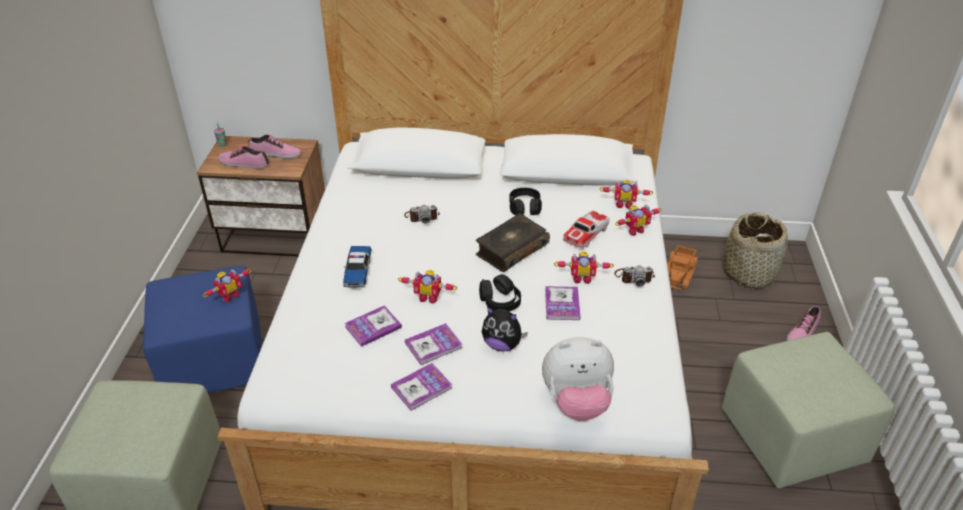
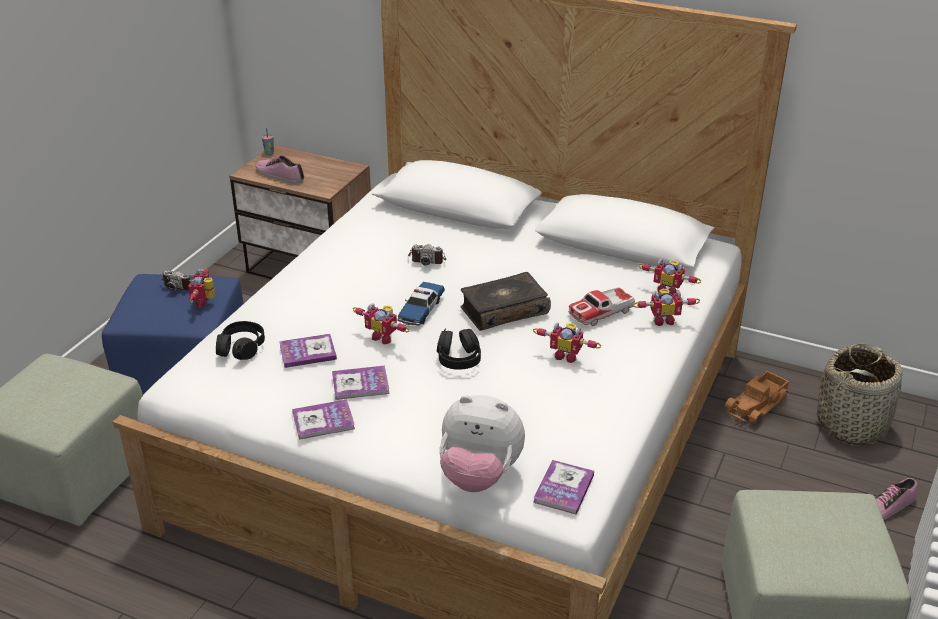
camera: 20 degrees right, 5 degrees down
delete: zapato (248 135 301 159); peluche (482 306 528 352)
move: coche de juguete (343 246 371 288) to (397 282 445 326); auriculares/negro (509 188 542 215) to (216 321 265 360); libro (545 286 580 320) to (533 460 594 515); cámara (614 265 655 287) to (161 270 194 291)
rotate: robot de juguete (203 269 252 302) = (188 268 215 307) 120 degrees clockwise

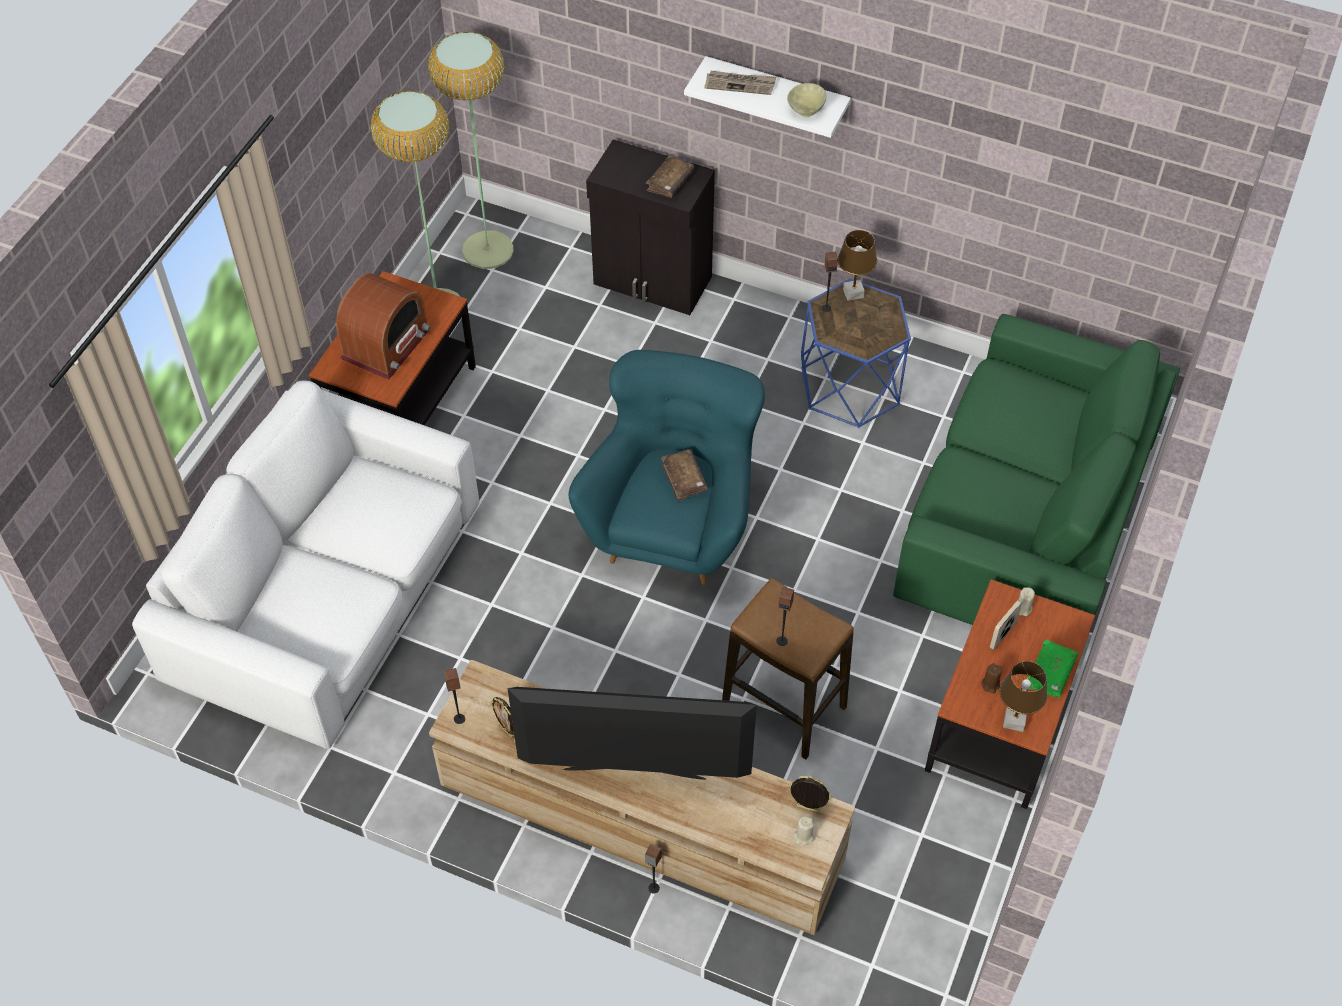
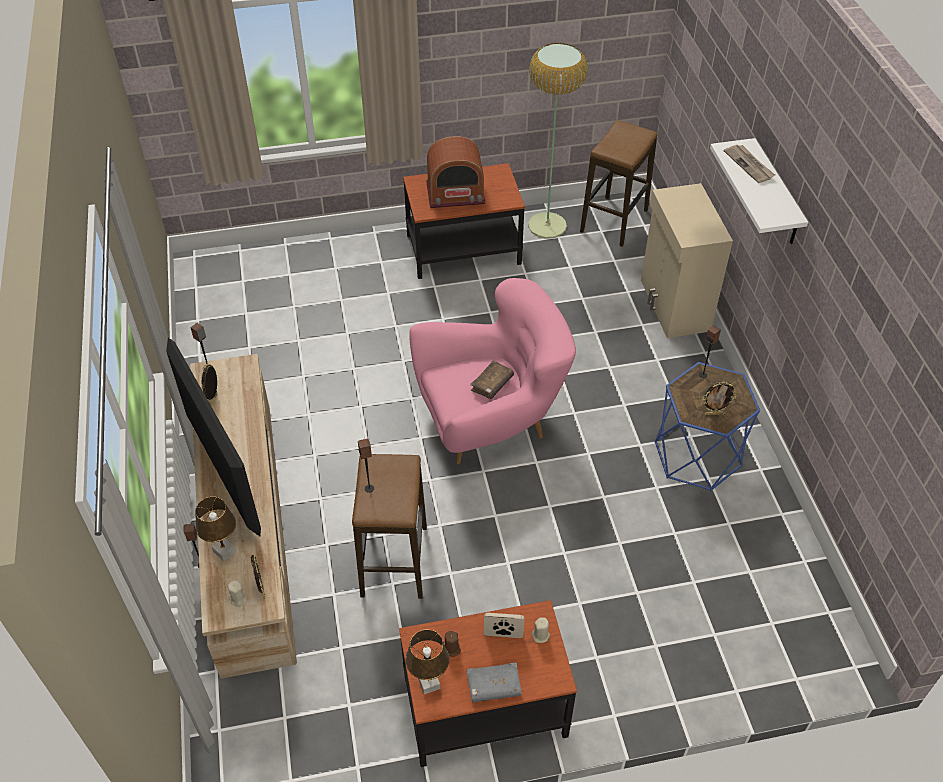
camera: 55 degrees right, 5 degrees down
delete: sofá/blanco (132 381 479 749); libro/marrón (646 155 695 198); cuenco/beis (787 83 827 117); sofá/verde (893 314 1180 625)
insert: portarretratos (703 381 736 415)
move: lámpara de mesa/marrón (838 230 877 301) to (195 497 236 561)
replace: lámpara de pie (428 31 514 269) to taburete (580 120 657 247)
recolor: sillón/turquesa (569 350 765 585) to sillón/rosa (409 278 576 464); armario/negro (586 139 715 315) to armario/beis (641 183 733 338); libro/verde (1027 640 1078 698) to libro/gris (467 662 521 702)

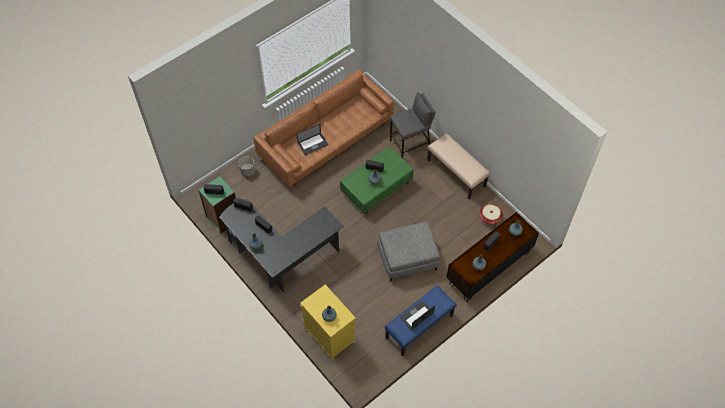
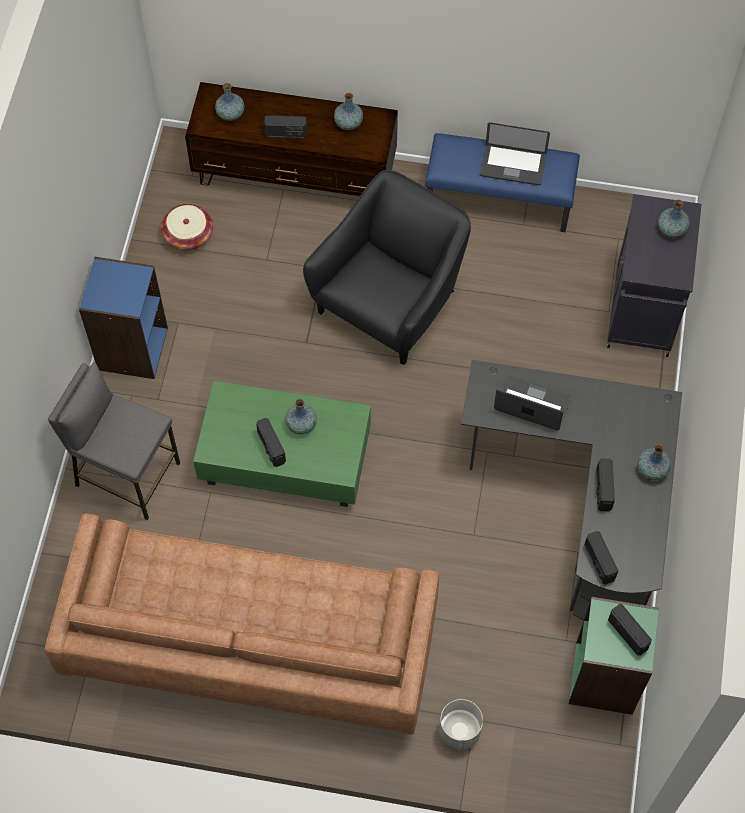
camera: 130 degrees left, 5 degrees up
move: portátil (297 124 328 155) to (494 375 571 431)
replace: puf/gris (377 222 440 282) to sillón/negro (303 170 471 365); banco/beis (427 133 490 199) to estantería/azul (79 257 168 379)
recolor: armario/amarillo (300 285 356 361) to armario/negro (607 194 702 357)

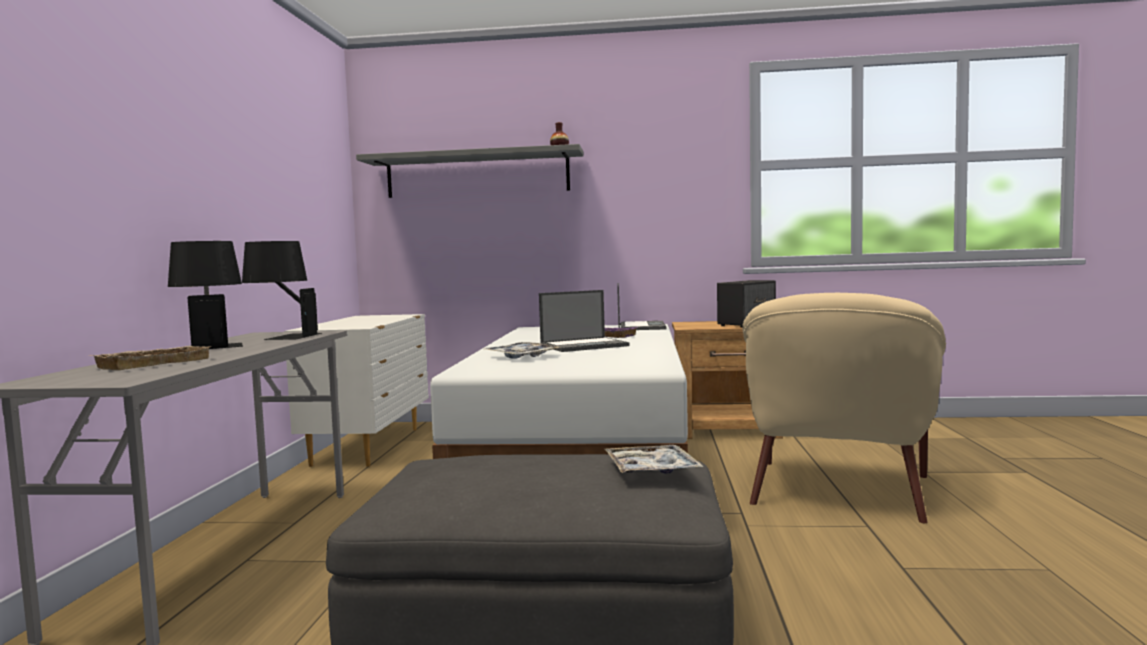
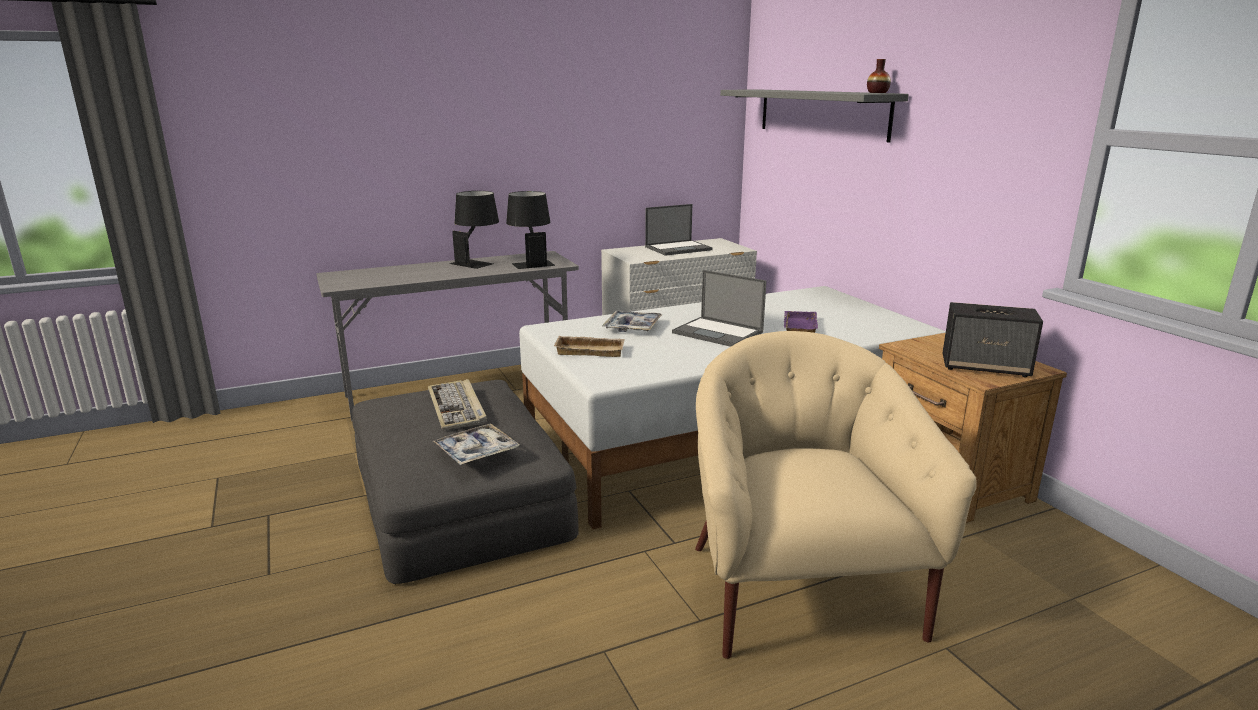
camera: 60 degrees right, 15 degrees up
insert: teclado (428 379 487 430)
move: bandeja/beis (90 346 209 370) to (554 336 625 357); portátil (617 283 666 330) to (645 204 712 256)
rotate: sillón/beis (742 293 946 523) = (695 331 976 659) 90 degrees clockwise

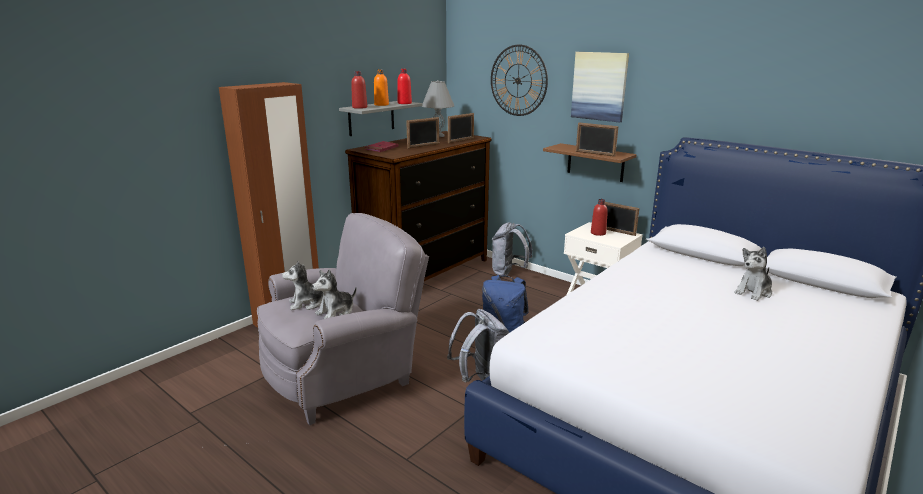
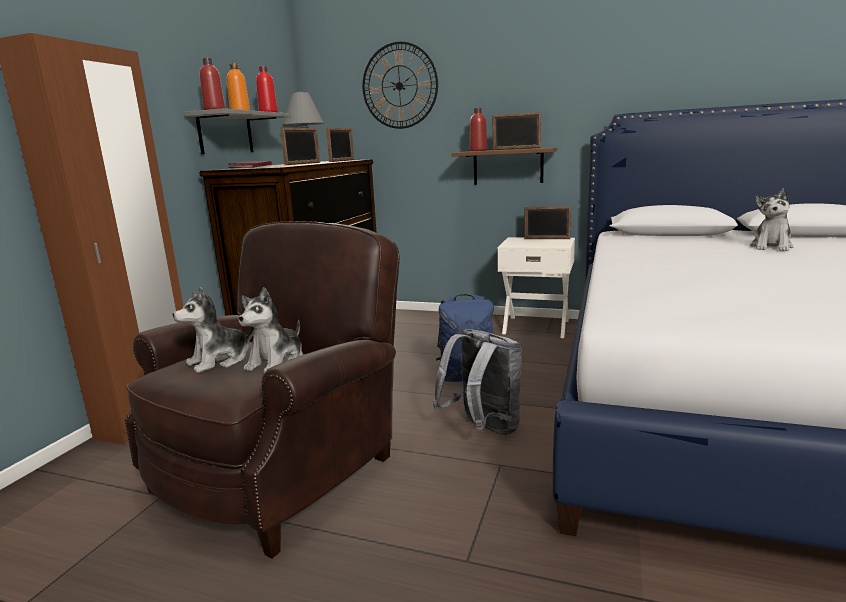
camera: 20 degrees left, 5 degrees down
delete: mochila/gris (492 222 532 277); cuadro (571 52 629 122)
move: botella/rojo (591 199 608 236) to (470 108 487 151)
recolor: sillón/gris (257 213 429 425) to sillón/marrón (125 221 400 559)

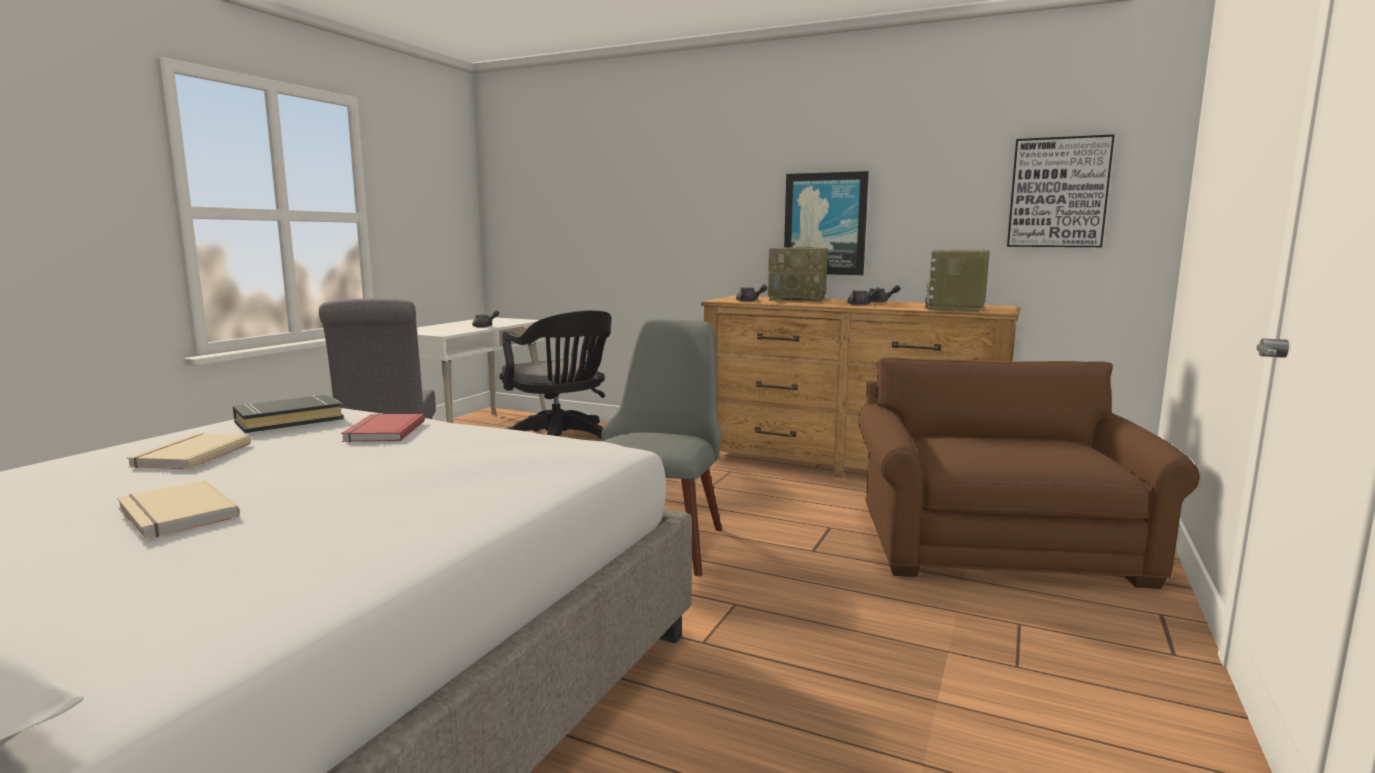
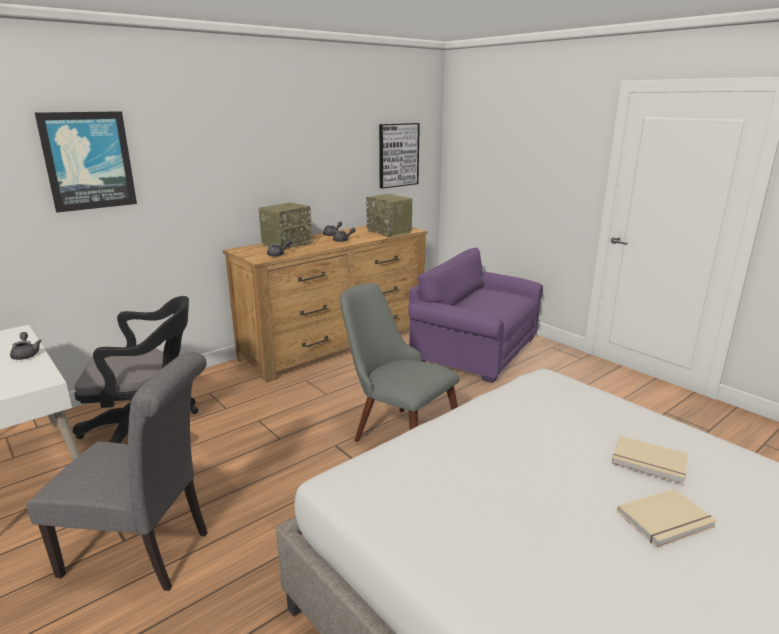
camera: 65 degrees left, 10 degrees up
delete: libro/negro (233 395 344 433); libro/rojo (341 414 425 442)
move: libro/beis (127 433 251 469) to (612 436 688 484); cuadro (784 171 869 275) to (35 111 137 213)
recolor: sillón/marrón (858 357 1200 589) to sillón/morado (408 248 543 383)

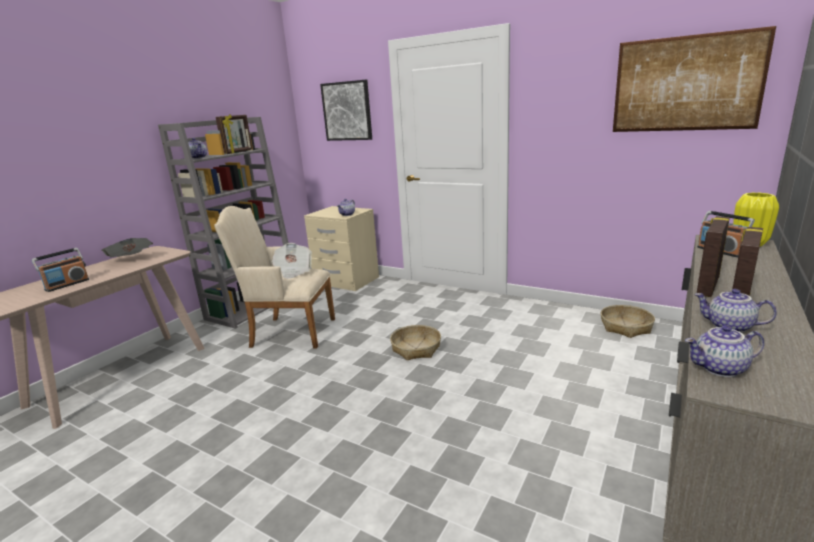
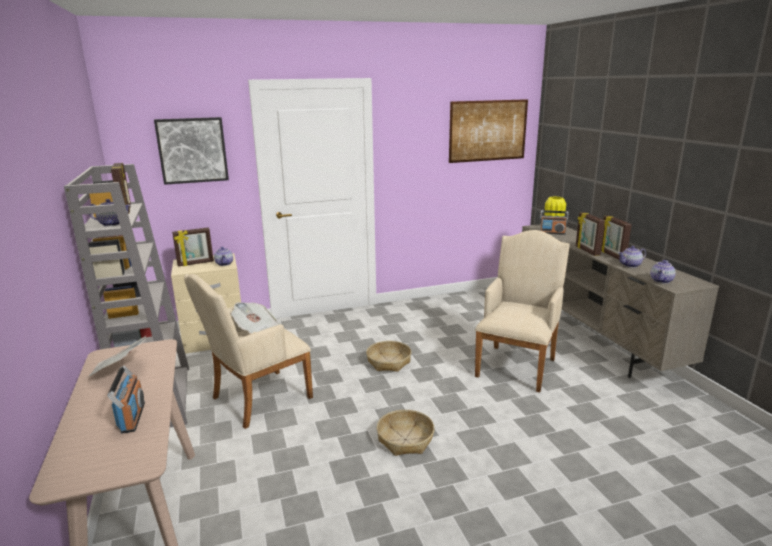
camera: 50 degrees left, 0 degrees up
insert: portarretratos (172 227 214 266); sillón/beis (475 230 570 392)
move: cesta (601 305 655 338) to (377 410 435 456)

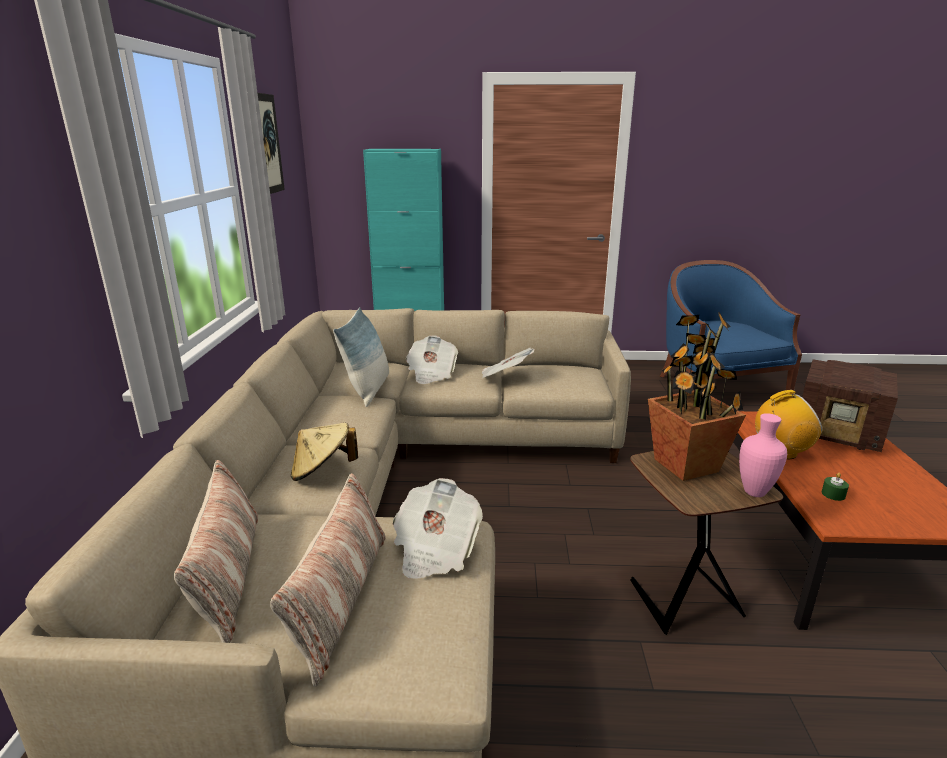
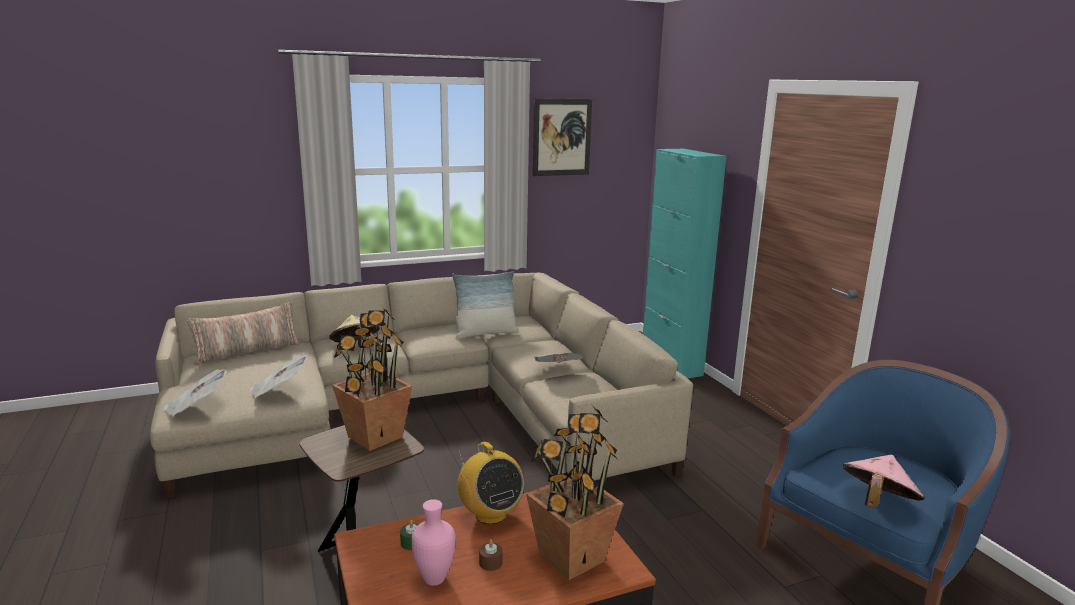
camera: 65 degrees right, 5 degrees down
delete: cojín (270 473 385 686)
insert: vela/marrón (479 539 503 571); sombrero/rosa (843 455 925 508)
move: periódico (406 335 458 384) to (163 369 227 417); florero/rosa (739 413 787 497) to (411 499 455 586)
replace: radio (802 359 898 452) to planta en maceta (526 405 624 580)

